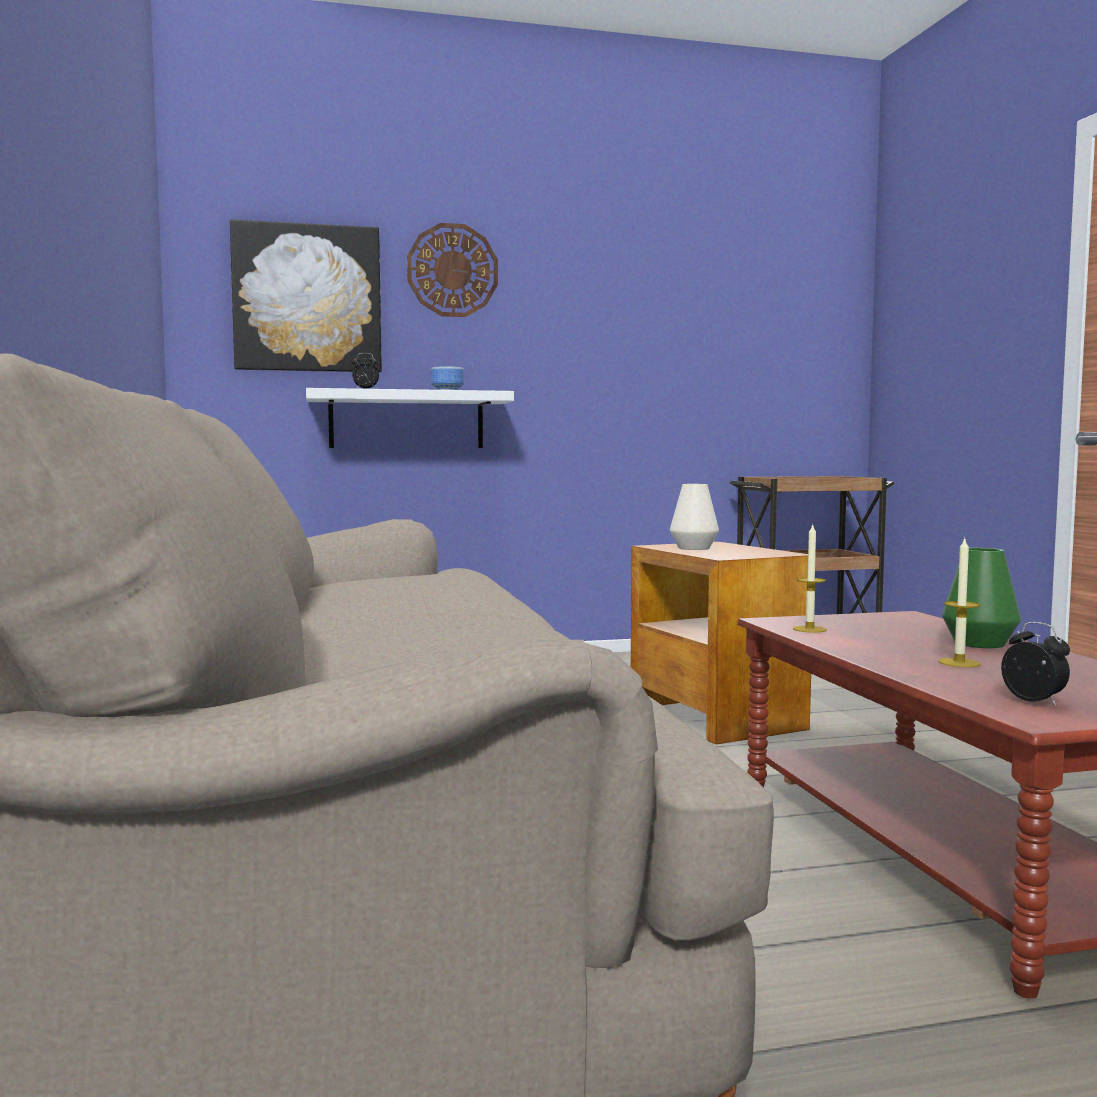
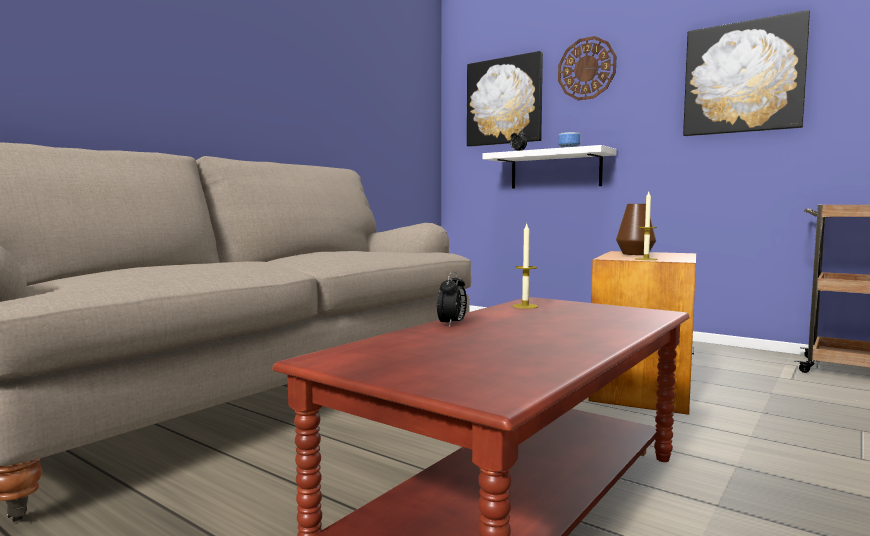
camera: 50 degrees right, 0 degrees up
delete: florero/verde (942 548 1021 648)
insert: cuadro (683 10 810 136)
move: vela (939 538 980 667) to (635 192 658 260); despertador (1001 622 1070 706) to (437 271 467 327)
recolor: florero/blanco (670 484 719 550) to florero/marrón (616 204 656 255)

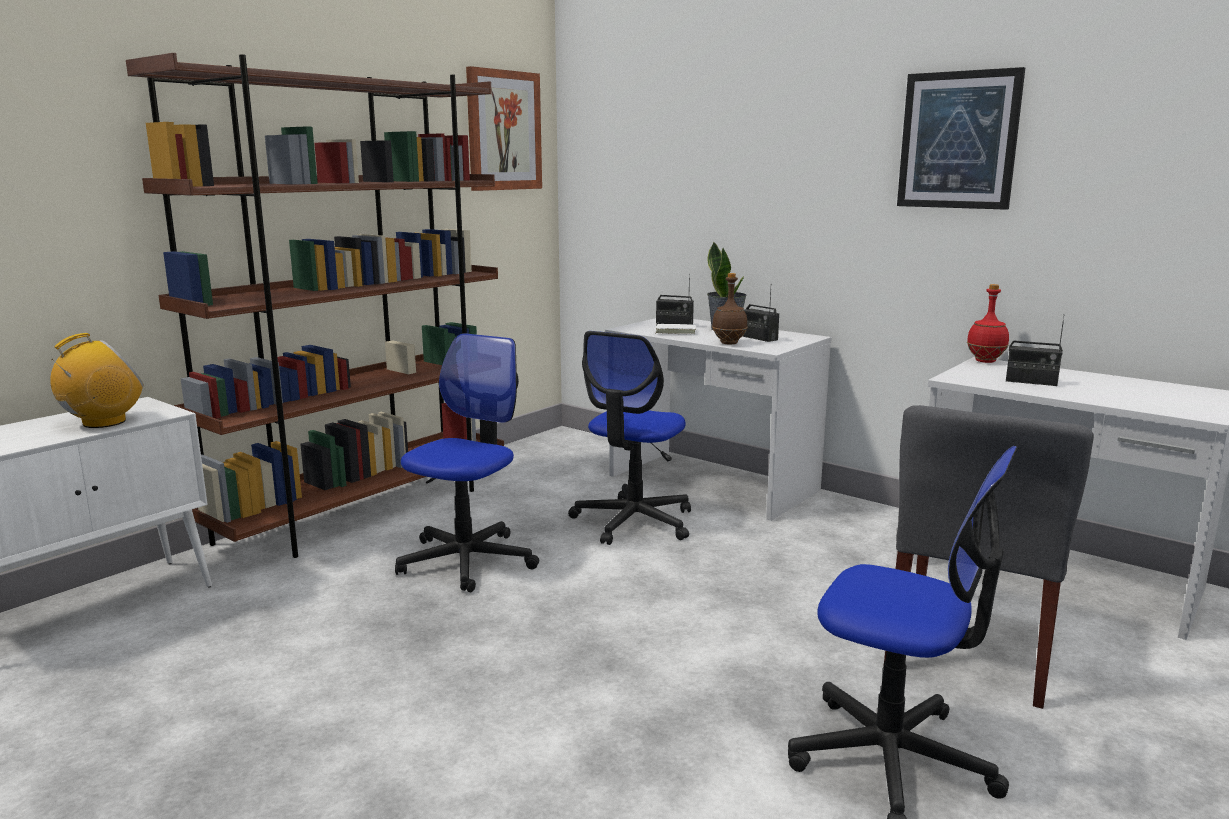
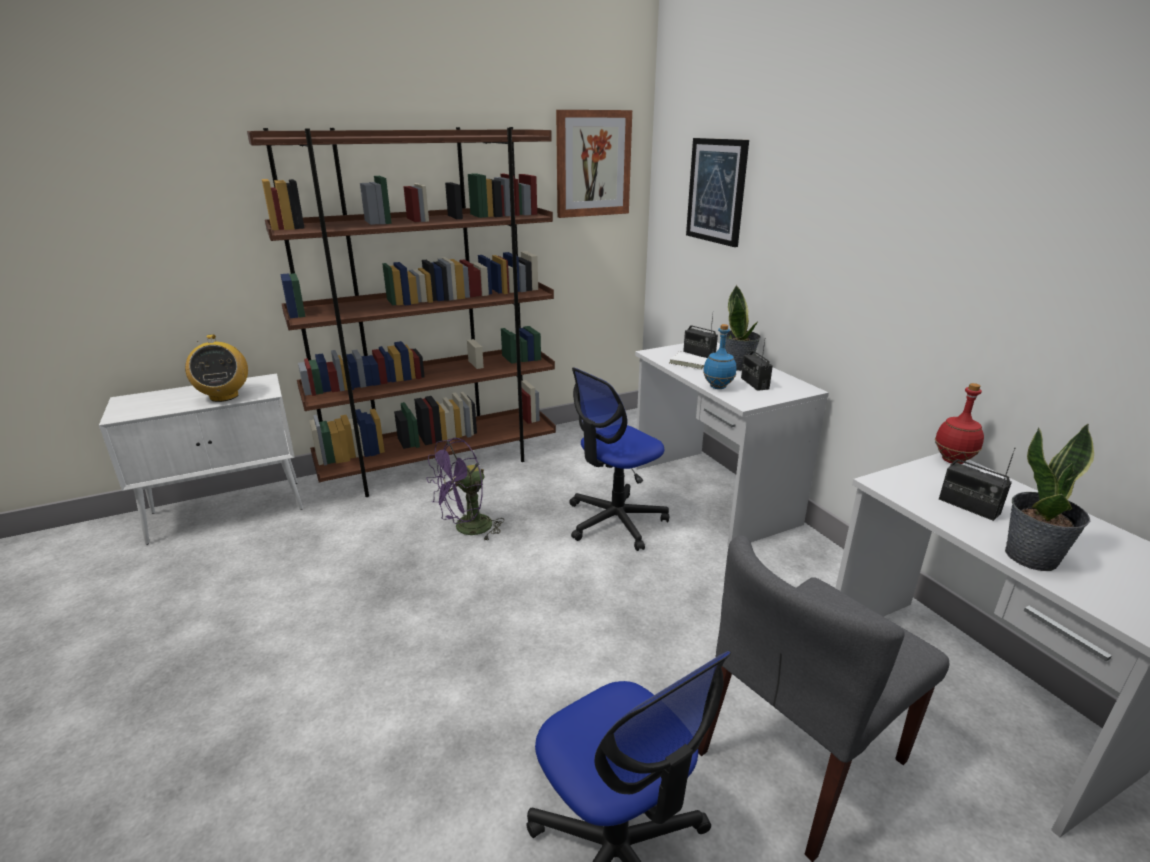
camera: 25 degrees right, 10 degrees up
insert: planta en maceta (1005 424 1094 571)
move: cuadro (897 67 1025 210) to (686 138 749 247)
replace: silla de oficina (395 333 540 592) to ventilador/morado (426 438 504 541)
recolor: botella/marrón (712 273 748 345) to botella/azul (703 324 736 389)
rotate: radio (50 333 144 428) = (185 334 248 402) 90 degrees clockwise

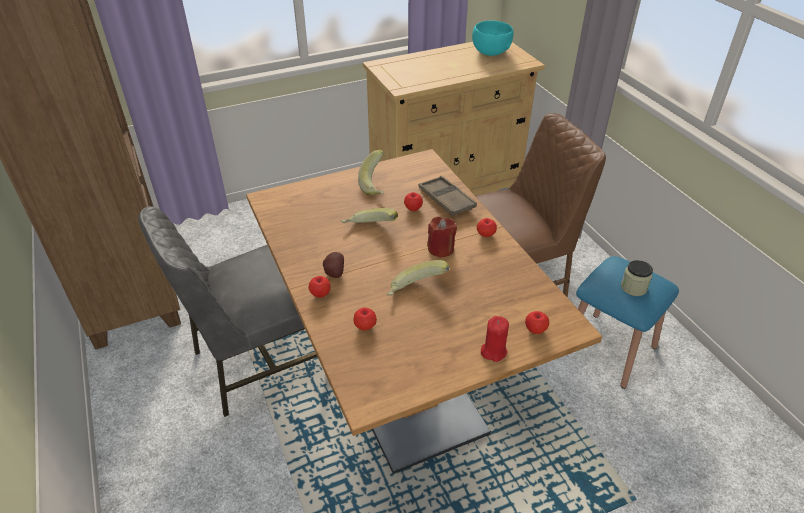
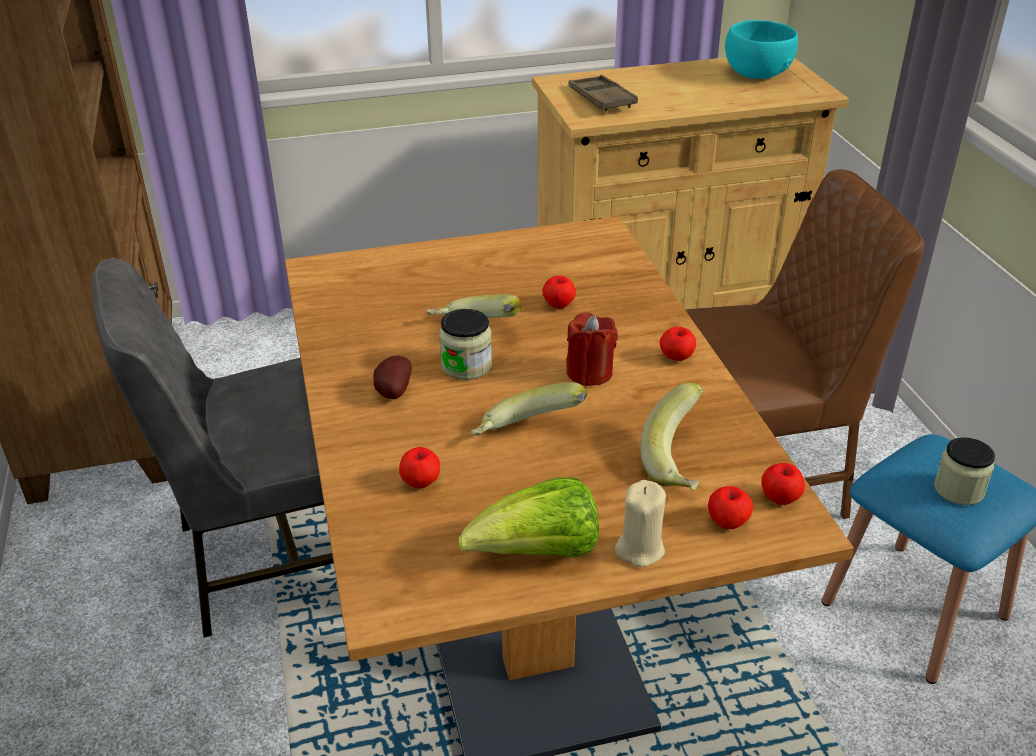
camera: 10 degrees right, 5 degrees down
insert: tarro (439 309 492 380); lechuga (458 477 599 558)
move: manzana (309 276 331 298) to (761 463 805 505); plátano (358 150 384 195) to (640 383 703 491); bandeja/marrón (418 176 477 216) to (569 75 638 112)
recolor: vela/rojo (481 316 509 362) to vela/beis (615 480 666 567)

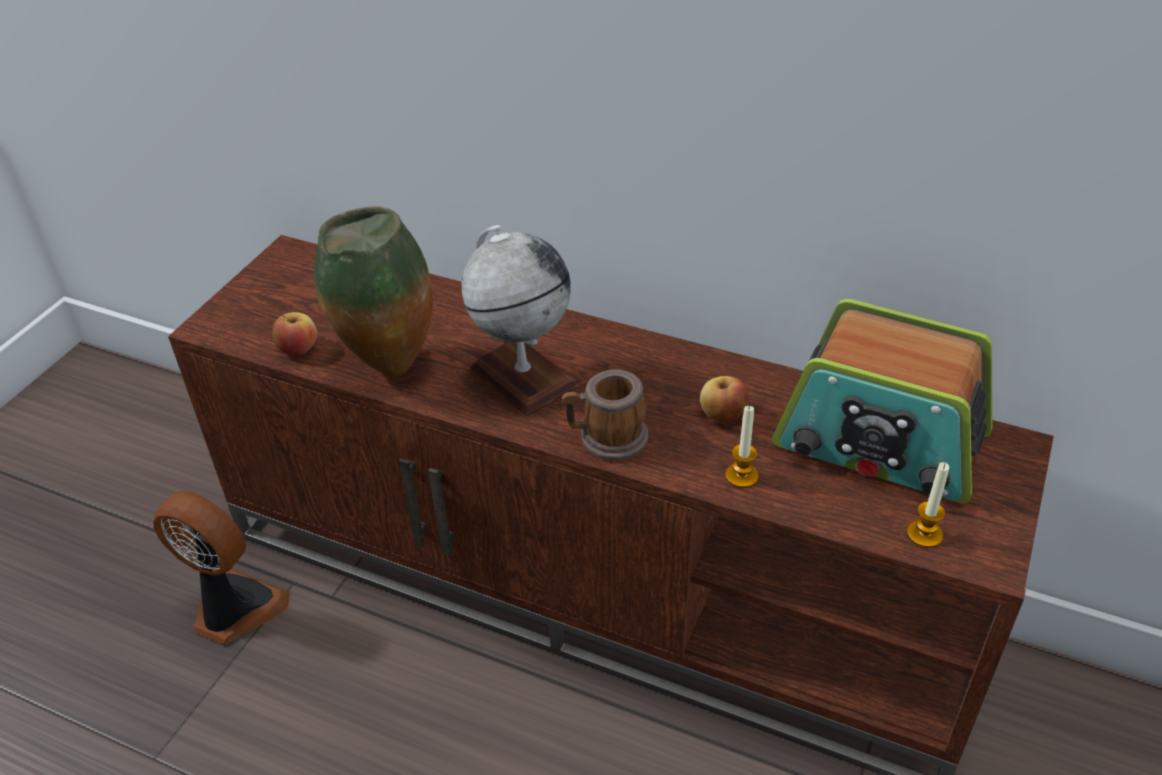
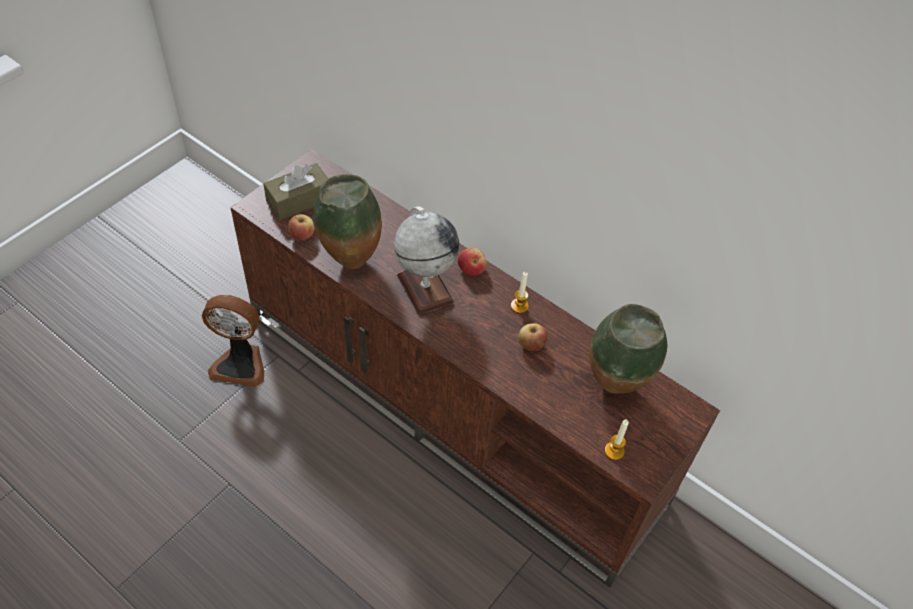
camera: 10 degrees right, 10 degrees up
delete: taza grande (562 369 648 461)
insert: caja de pañuelos/marrón (263 163 328 220); manzana (458 248 487 276)
move: vela (726 405 759 488) to (511 272 529 313)
replace: radio (772 299 992 503) to florero (589 304 667 394)
rotate: ventilador (153 491 290 644) = (202 295 264 387) 150 degrees clockwise

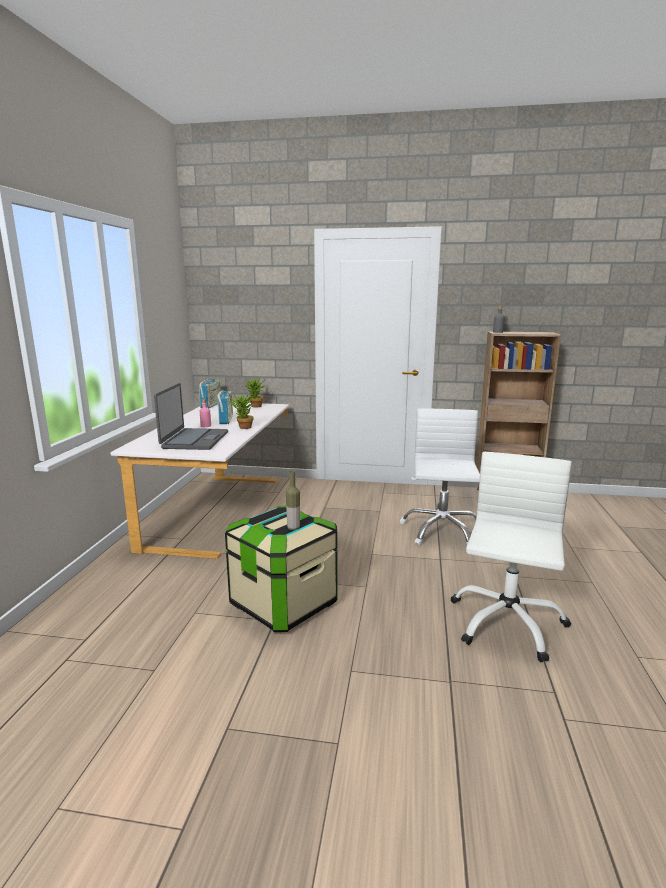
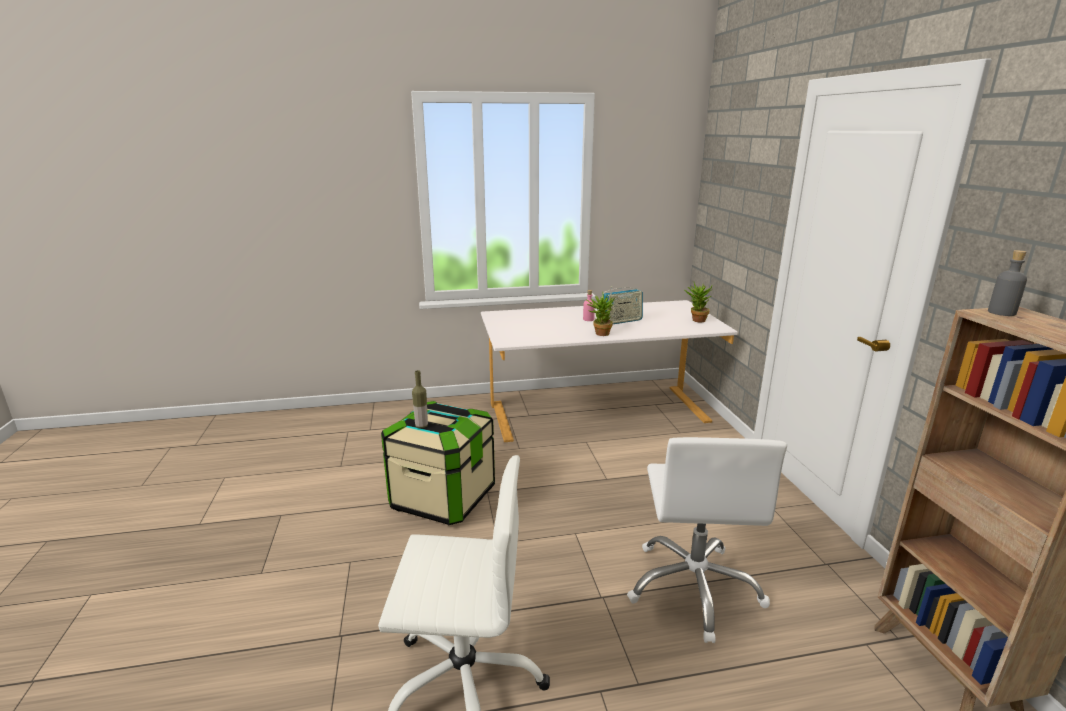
camera: 70 degrees right, 5 degrees up
delete: portátil (154 383 228 450); radio (199 378 221 408)
rotate: silla de oficina/blanco (400 409 480 546) = (627 437 787 643) 105 degrees clockwise

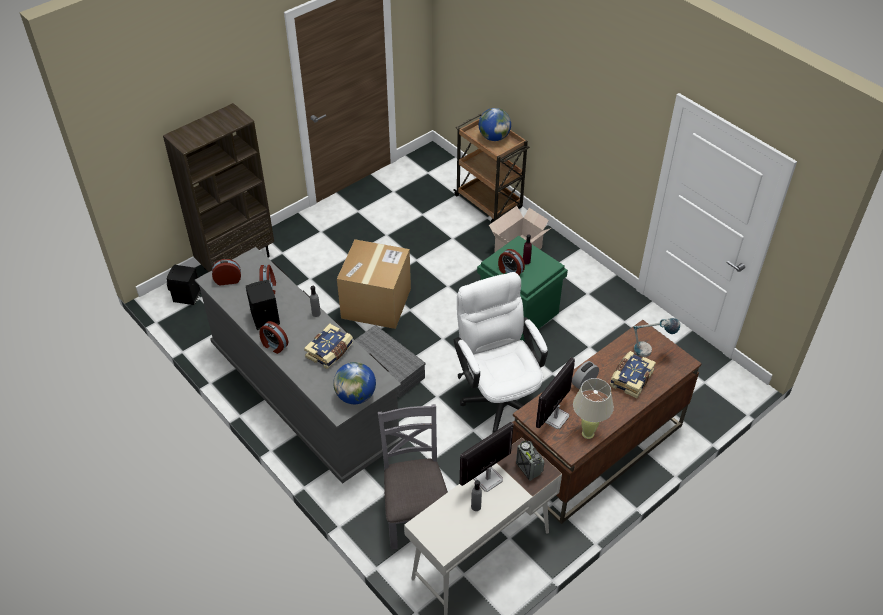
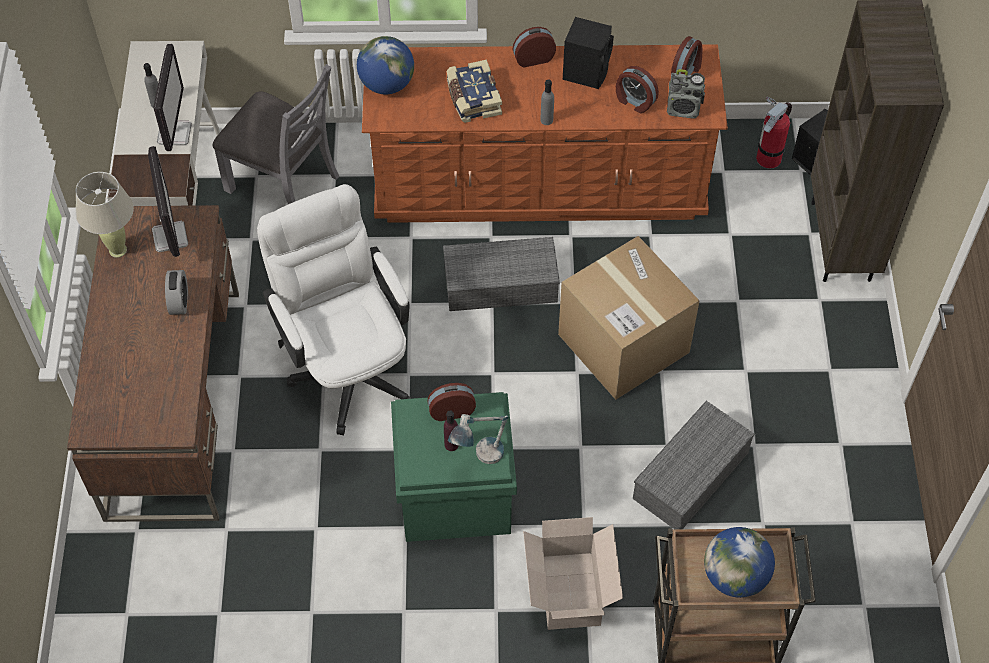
camera: 130 degrees right, 10 degrees up
delete: libro (610 351 656 398)
insert: caja de almacenaje/gris (633 401 754 529); extintor (756 96 792 169)
move: radio (516 441 544 481) to (667 69 705 118); lámpara de mesa (633 318 680 357) to (448 414 509 464)
recolor: cómoda/gris (195 247 402 484) to cómoda/marrón (362 44 728 223)
rotate: silla de oficina/blanco (454 272 548 434) = (257 184 412 435) 135 degrees counterclockwise

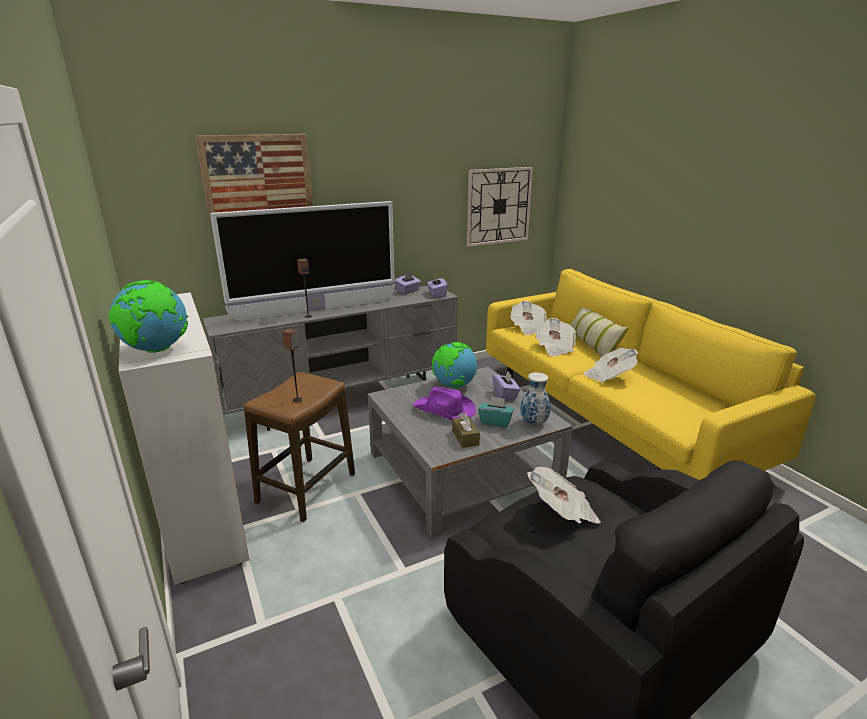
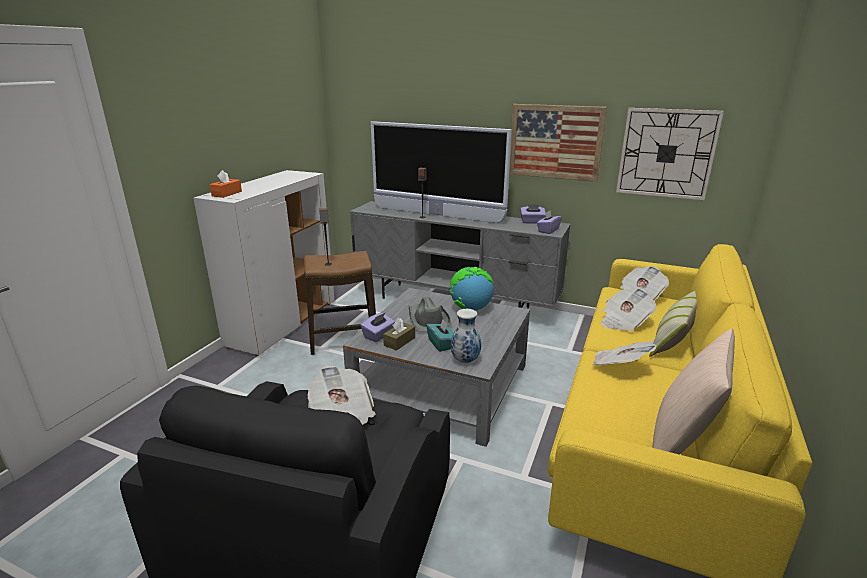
camera: 50 degrees right, 0 degrees up
insert: cojín/beis (653 329 735 455)
move: cuadro (195 134 313 224) to (509 104 607 182); caja de pañuelos/morado (492 371 520 400) to (360 313 395 342)
replace: globo terráqueo (109 280 188 353) to caja de pañuelos/naranja (210 170 242 198)
recolor: sombrero/morado (413 387 476 420) to sombrero/gris (409 297 451 332)

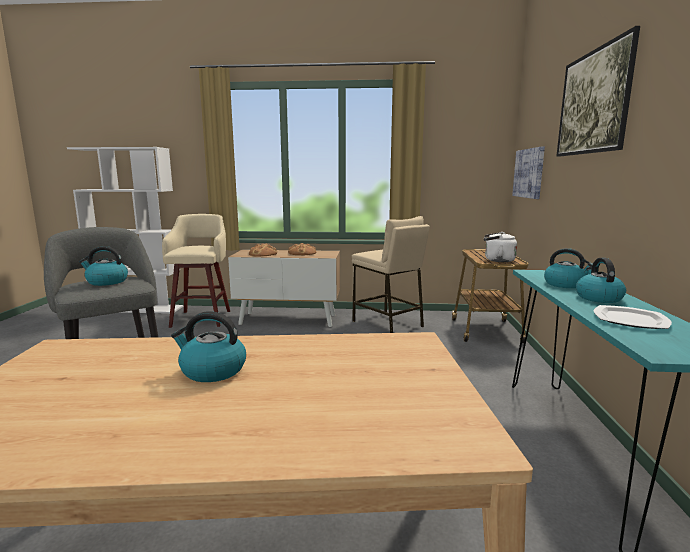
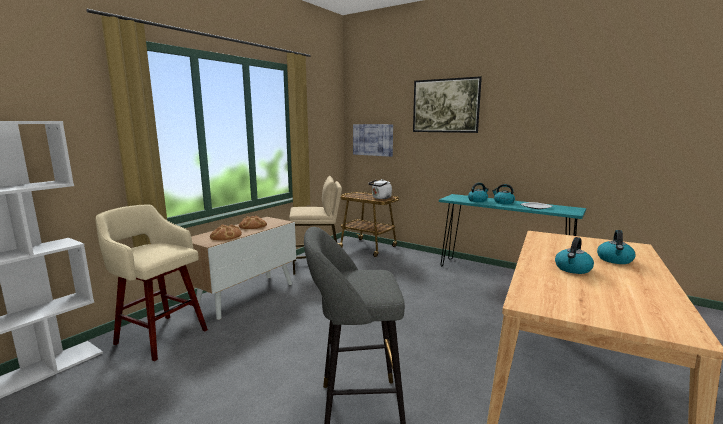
camera: 60 degrees left, 0 degrees up
move: hervidor (79 246 128 286) to (597 230 635 264)

